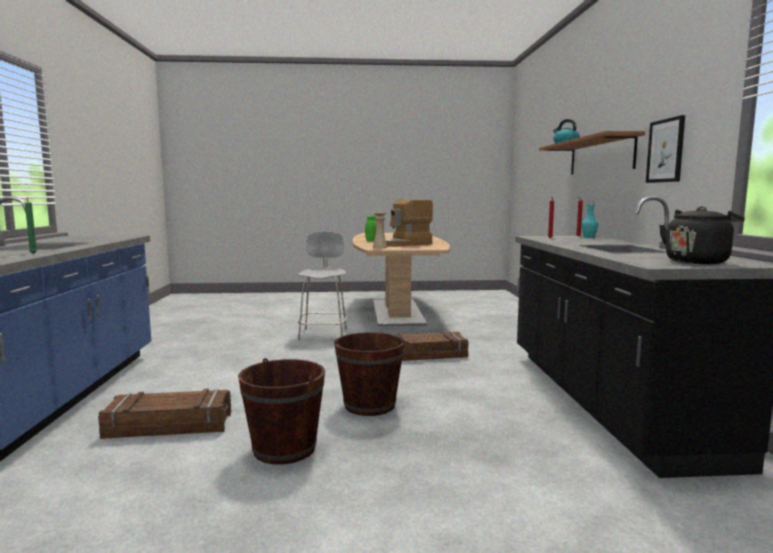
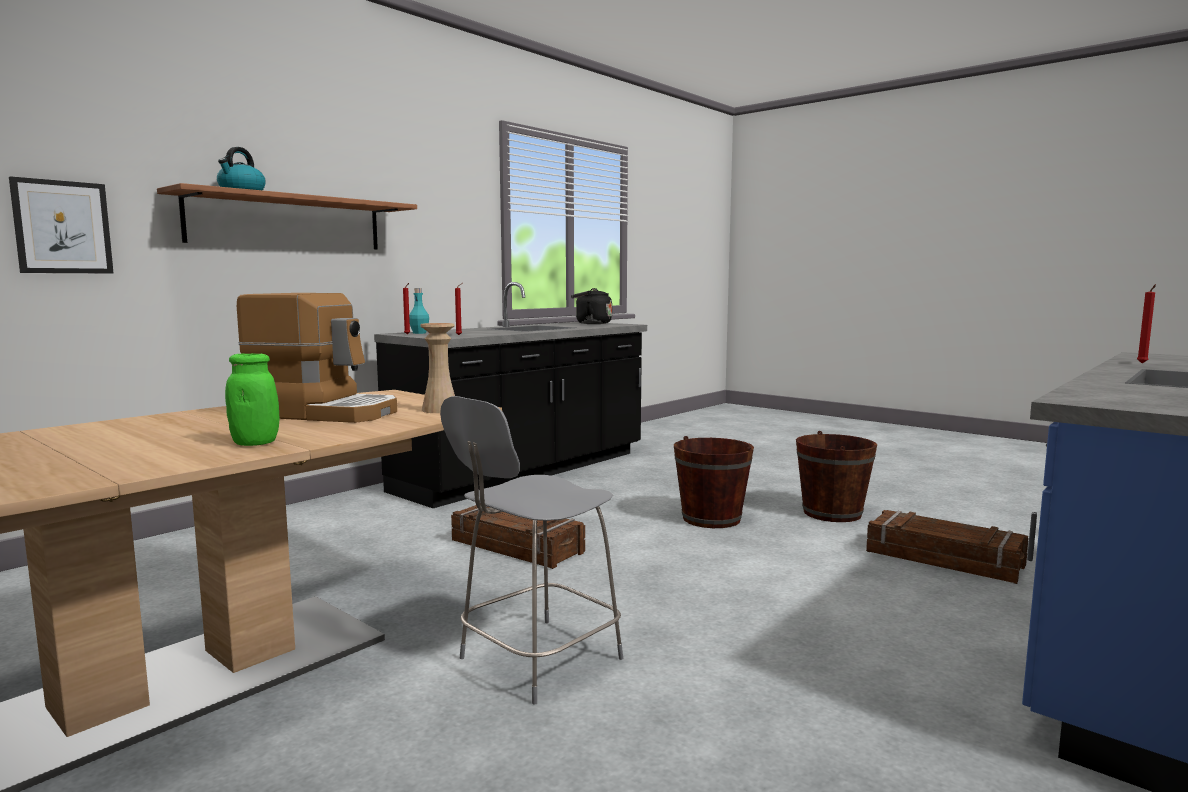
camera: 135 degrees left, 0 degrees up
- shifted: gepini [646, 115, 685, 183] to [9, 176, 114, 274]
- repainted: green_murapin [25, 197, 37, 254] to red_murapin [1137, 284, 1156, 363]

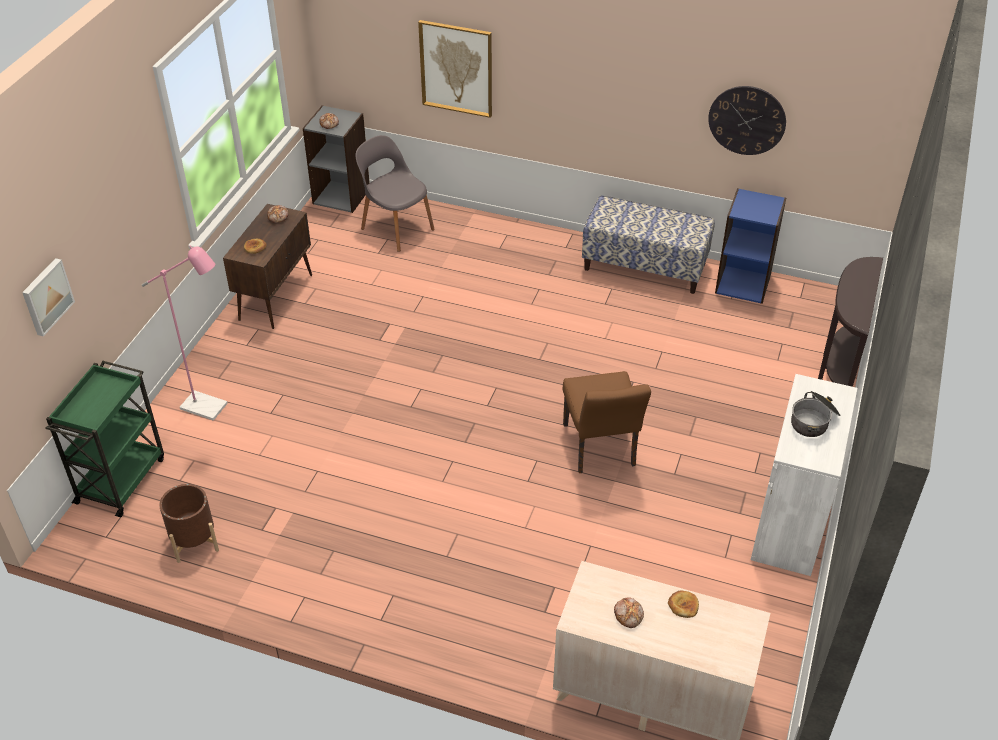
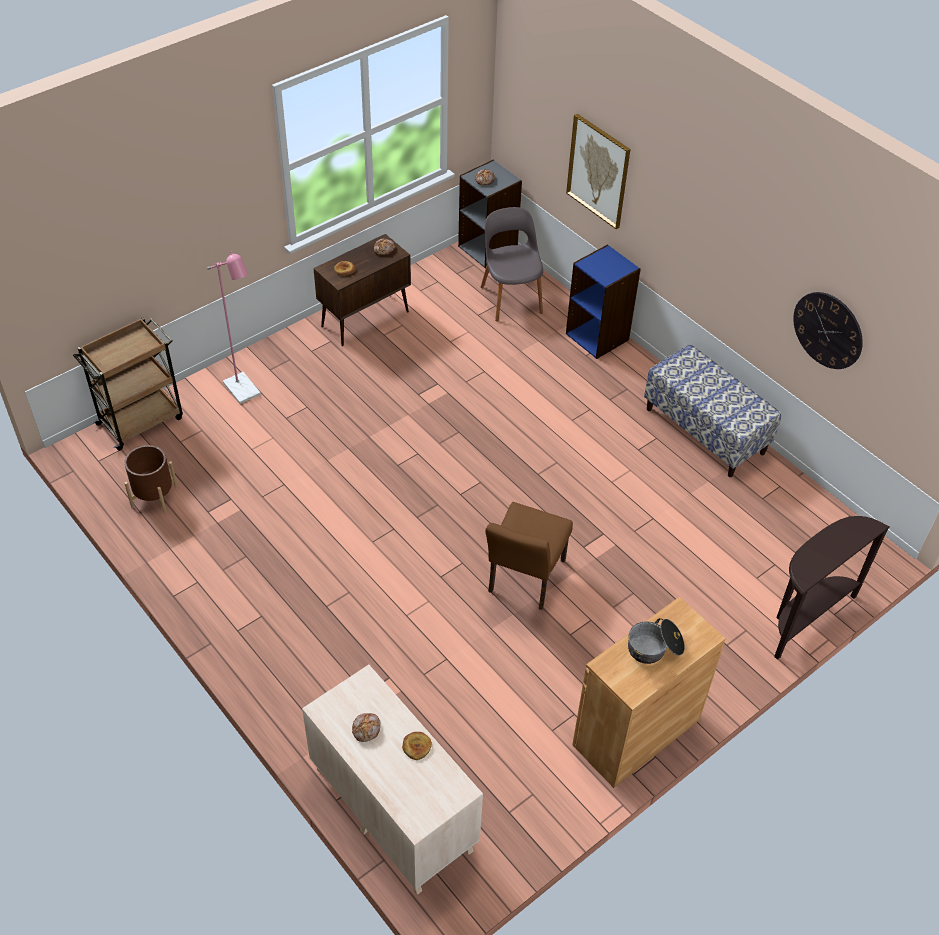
camera: 30 degrees right, 5 degrees up
- gone: gepini [22, 258, 75, 336]
- shifted: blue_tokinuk [715, 188, 786, 304] to [566, 244, 641, 359]
- repainted: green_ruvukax [46, 360, 164, 517] to brown_ruvukax [73, 317, 183, 451]
- repainted: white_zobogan [751, 374, 857, 576] to brown_zobogan [572, 597, 726, 788]

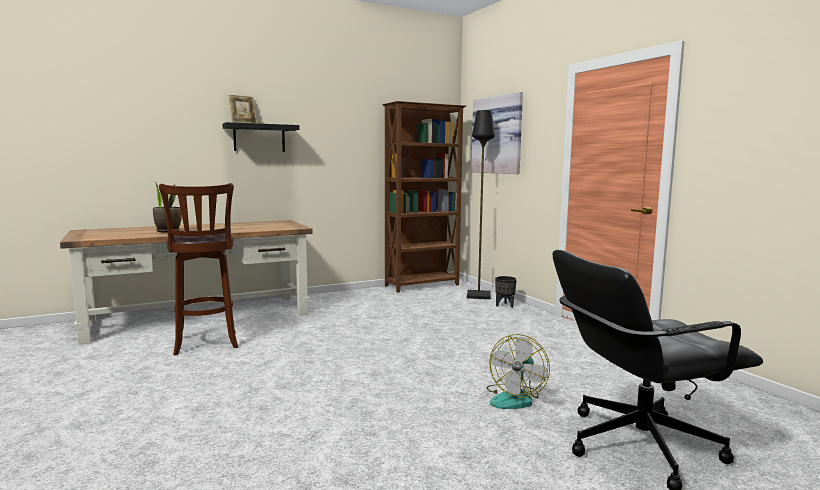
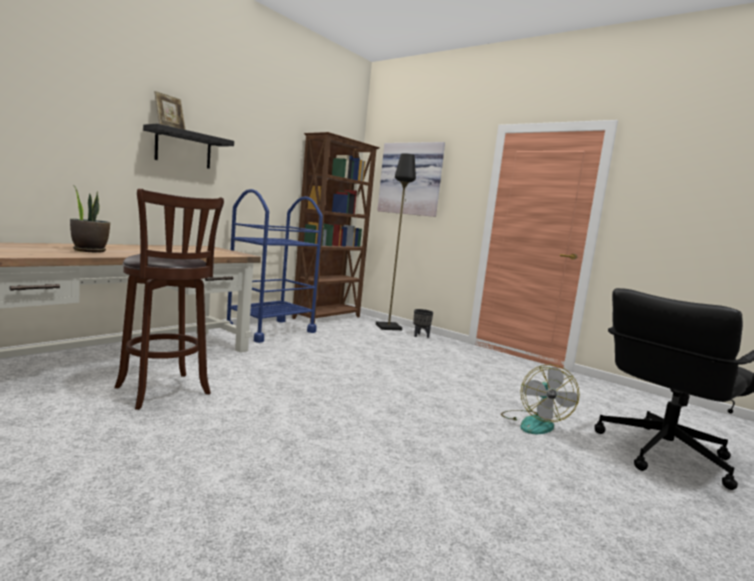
camera: 25 degrees left, 0 degrees up
- new: blue_ruvukax [227, 189, 323, 343]

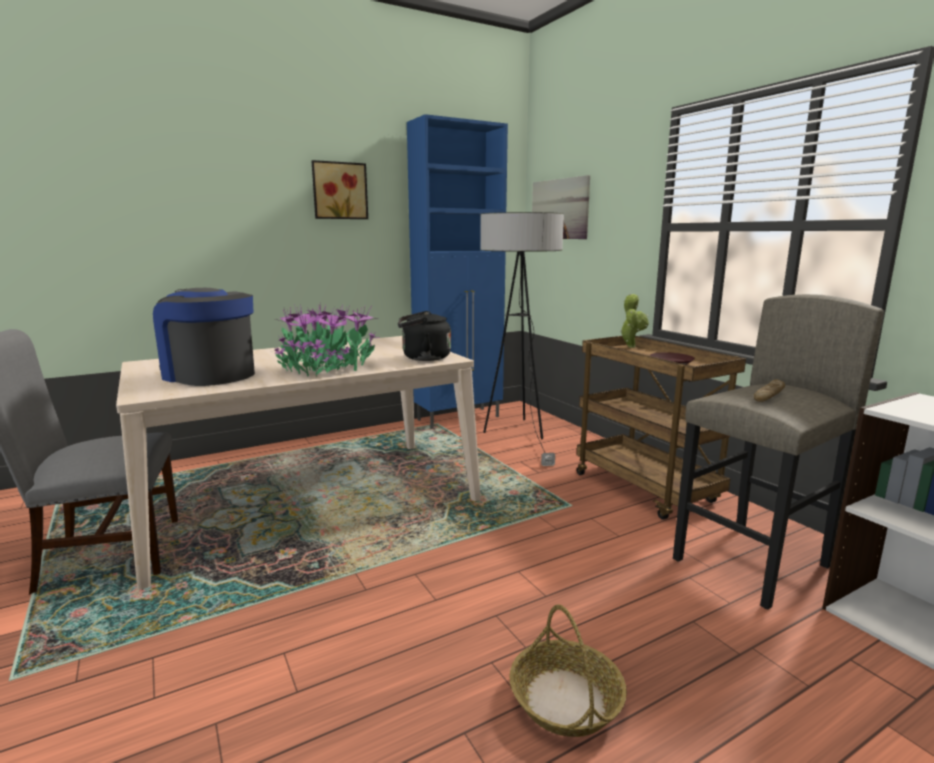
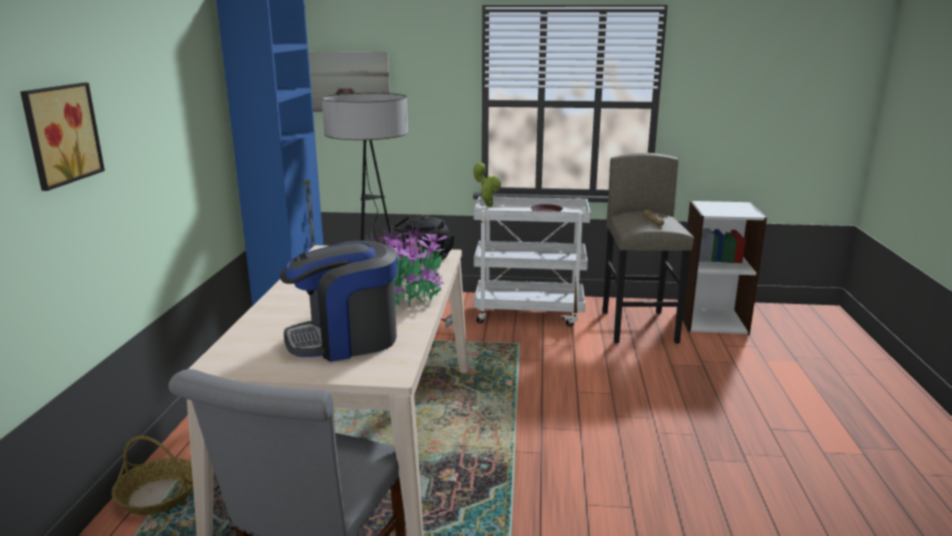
camera: 55 degrees left, 5 degrees up
- shifted: gepini [312, 160, 368, 219] to [20, 83, 105, 191]
- shifted: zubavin [509, 604, 627, 737] to [112, 436, 193, 515]
- repainted: brown_ruvukax [576, 336, 746, 520] to white_ruvukax [474, 196, 591, 327]

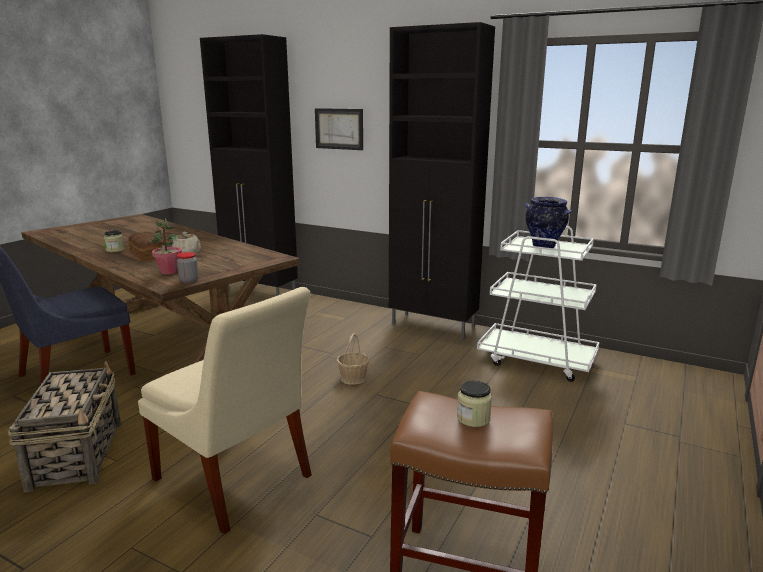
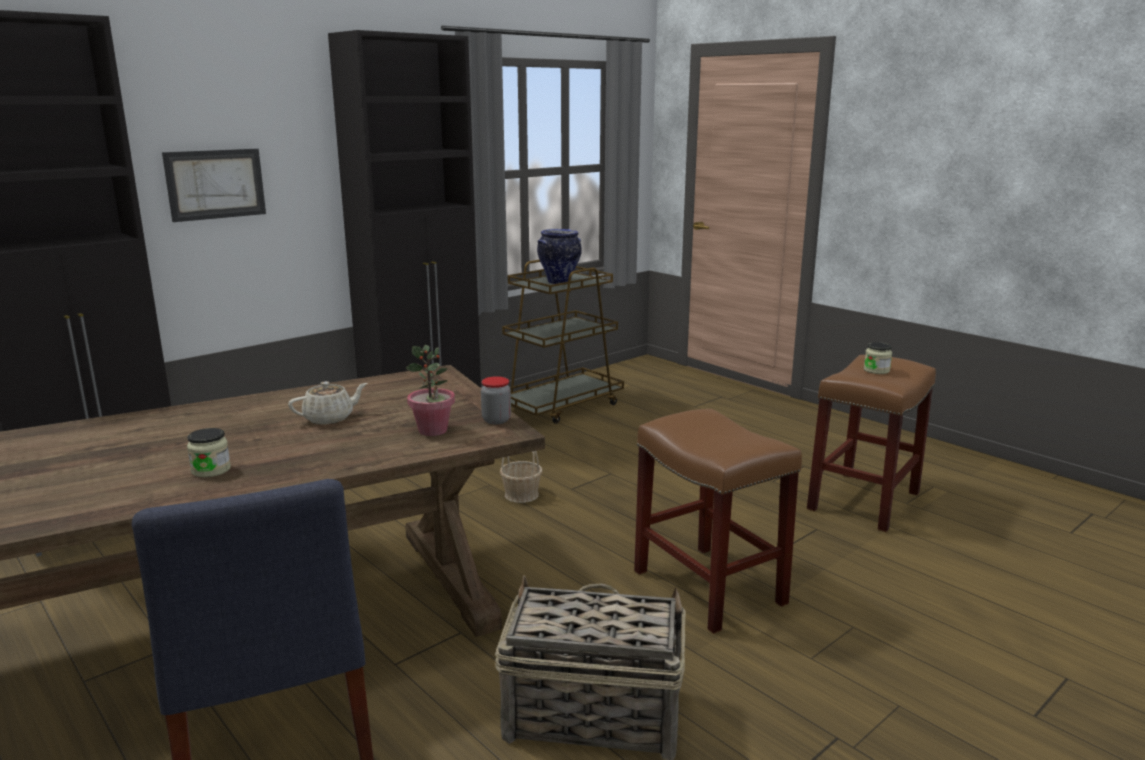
camera: 70 degrees left, 0 degrees up
- gone: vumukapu [128, 232, 165, 261]
- swapped: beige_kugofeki [138, 287, 312, 534] to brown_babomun [634, 409, 802, 634]
- repainted: white_ruvukax [477, 226, 599, 382] to brown_ruvukax [502, 260, 624, 424]

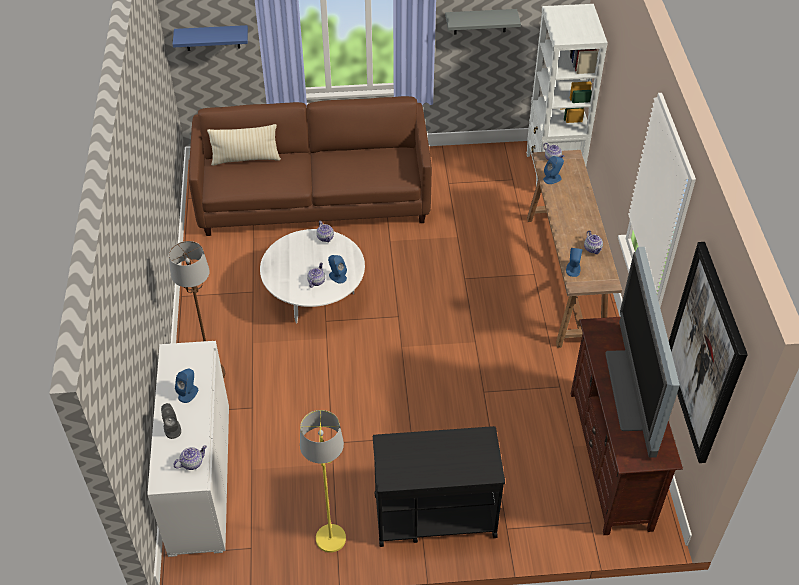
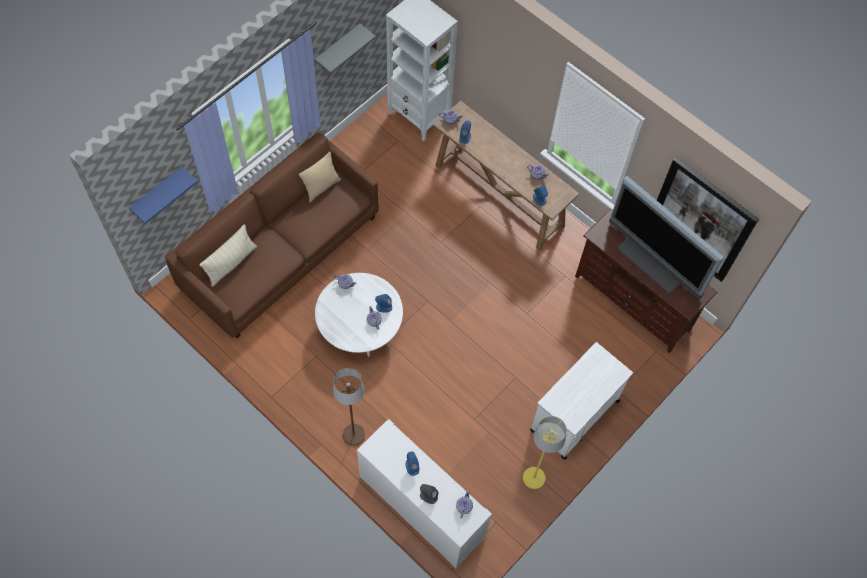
camera: 45 degrees left, 15 degrees up
- new: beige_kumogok [299, 152, 341, 202]
- repainted: black_ruvukax [373, 426, 505, 547] to white_ruvukax [530, 342, 633, 460]

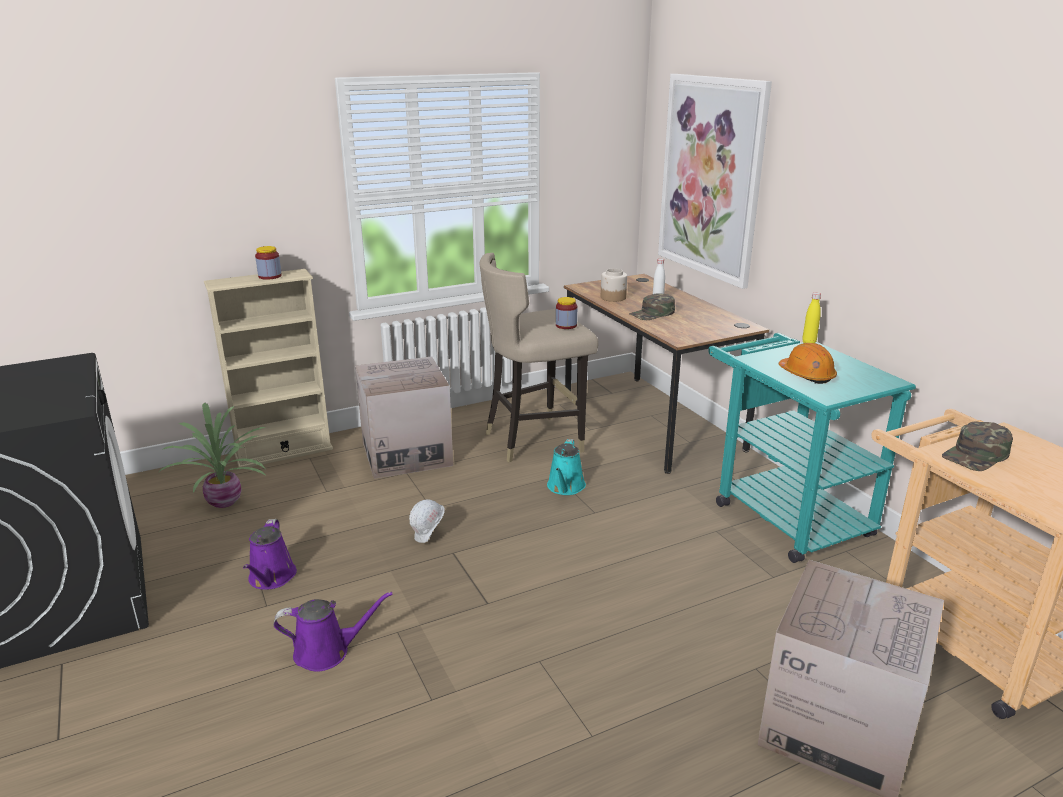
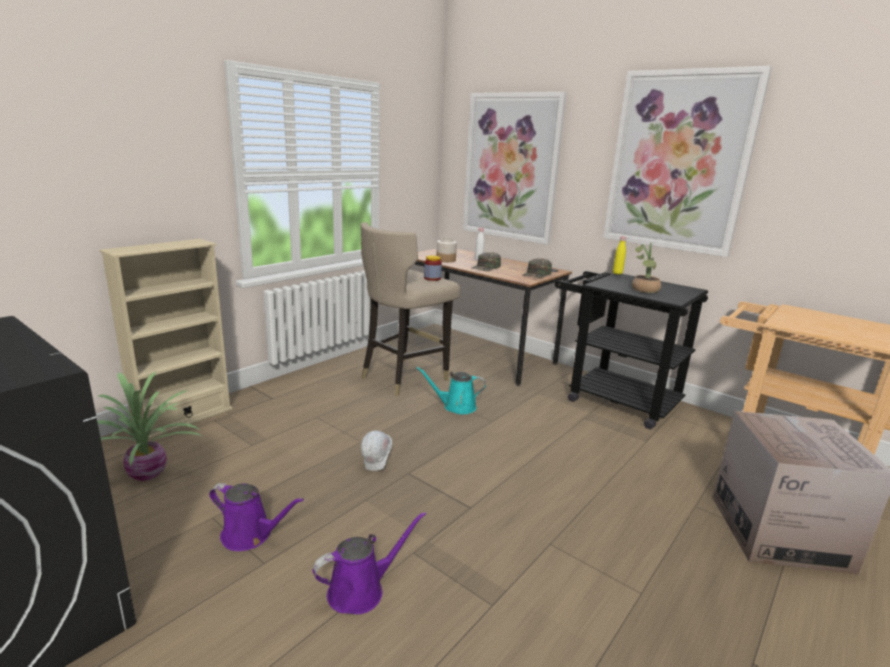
camera: 25 degrees left, 5 degrees down
- gone: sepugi [255, 246, 282, 280]
- gone: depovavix [355, 356, 453, 479]
- new: gepini [603, 66, 772, 257]
- shifted: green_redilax [942, 422, 1013, 471] to [523, 259, 552, 279]
- swapped: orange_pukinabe [779, 343, 837, 384] to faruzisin [632, 243, 661, 293]
- repainted: turquoise_ruvukax [708, 333, 916, 563] to black_ruvukax [555, 271, 708, 429]
- rotated: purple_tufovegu [243, 519, 297, 590] = [209, 483, 304, 551] 45 degrees counterclockwise
- rotated: turquoise_tufovegu [547, 439, 586, 495] = [416, 367, 486, 414] 105 degrees clockwise

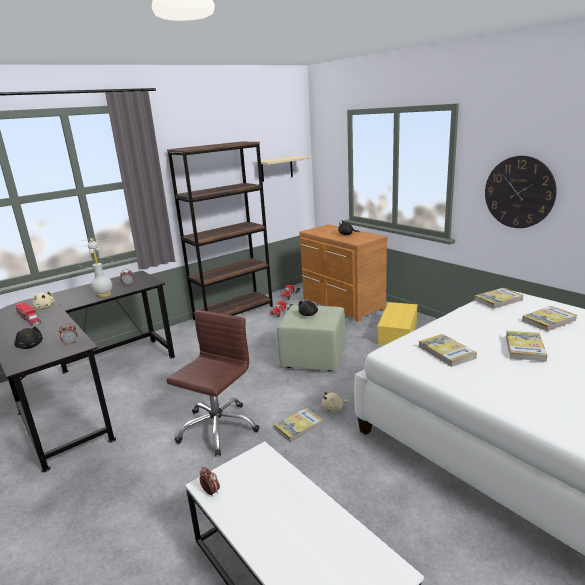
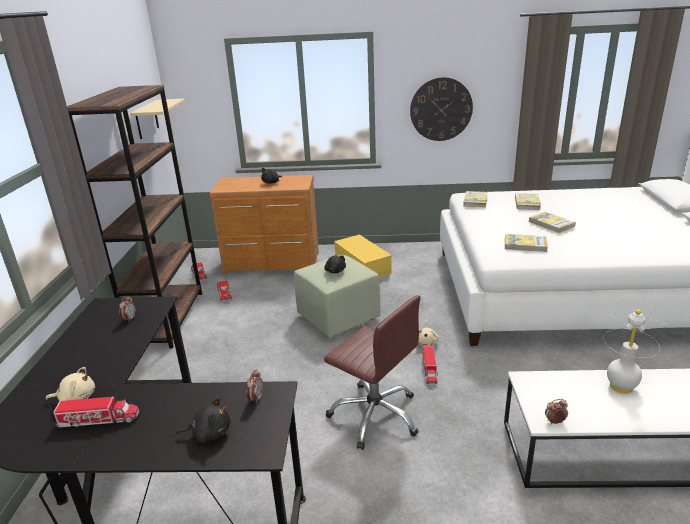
camera: 50 degrees left, 5 degrees up
- shifted: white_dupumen [74, 238, 113, 297] to [603, 301, 668, 394]
- swapped: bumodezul [274, 408, 323, 442] to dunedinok [422, 346, 438, 385]
- rotated: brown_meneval [166, 310, 260, 456] = [324, 295, 421, 450] 150 degrees clockwise

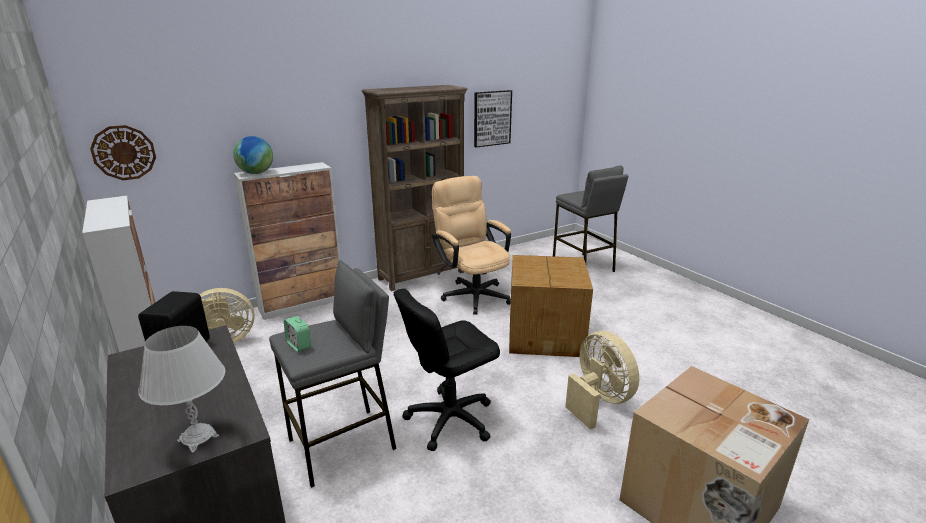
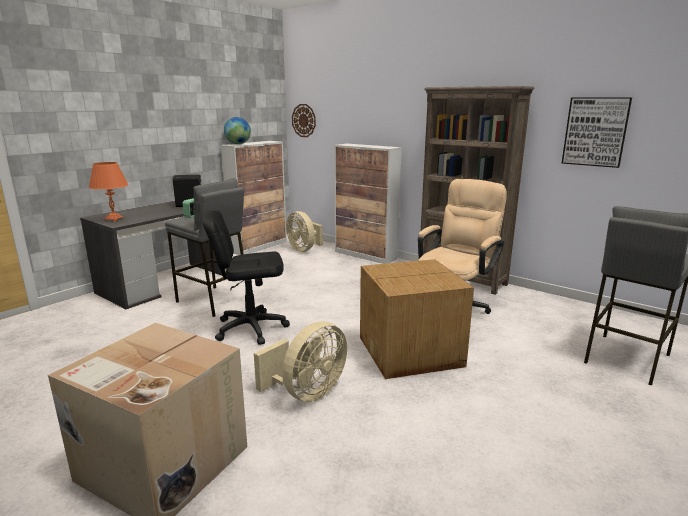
camera: 70 degrees right, 5 degrees down
- shifted: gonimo [233, 136, 273, 174] to [224, 117, 251, 144]
- repainted: white_dupumen [138, 326, 226, 453] to orange_dupumen [89, 162, 128, 222]
- rotated: black_meneval [394, 288, 500, 451] = [202, 210, 290, 345] 45 degrees counterclockwise

